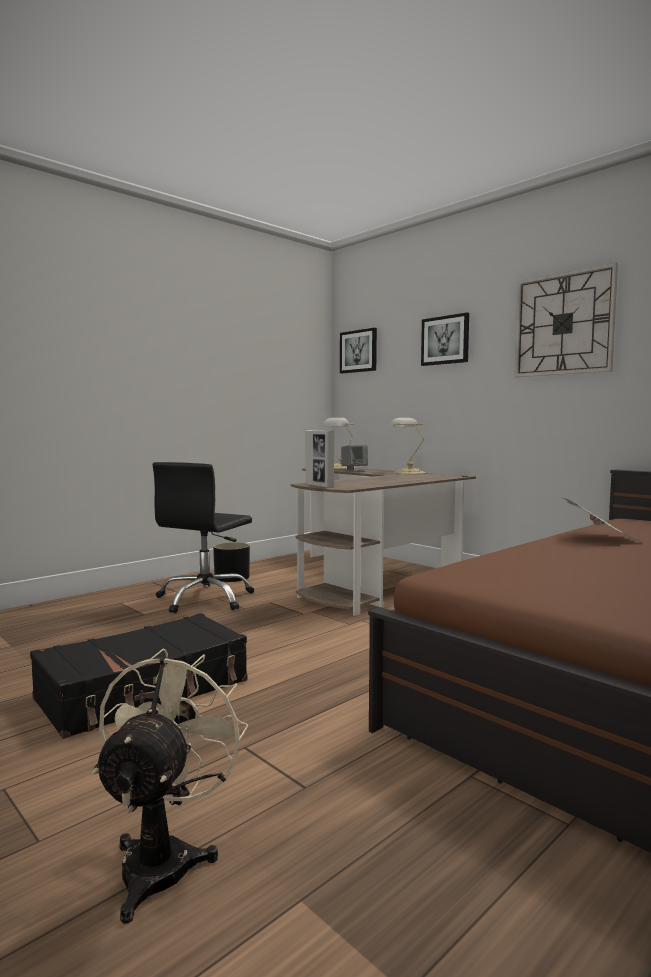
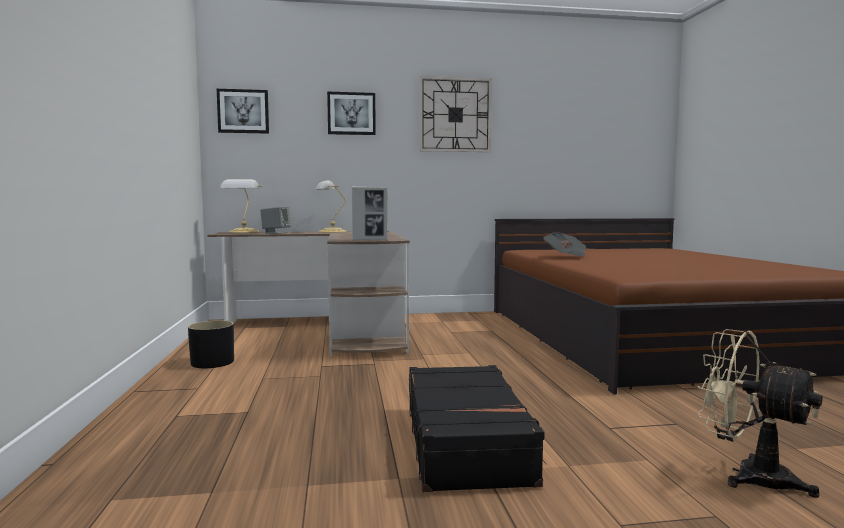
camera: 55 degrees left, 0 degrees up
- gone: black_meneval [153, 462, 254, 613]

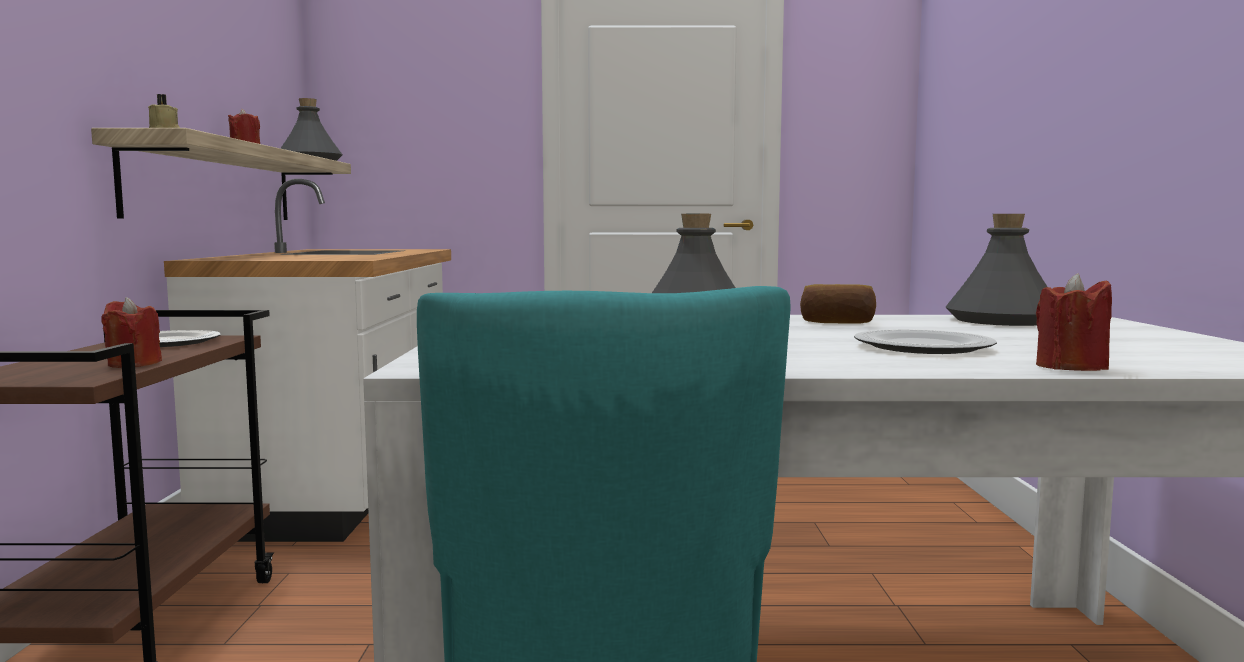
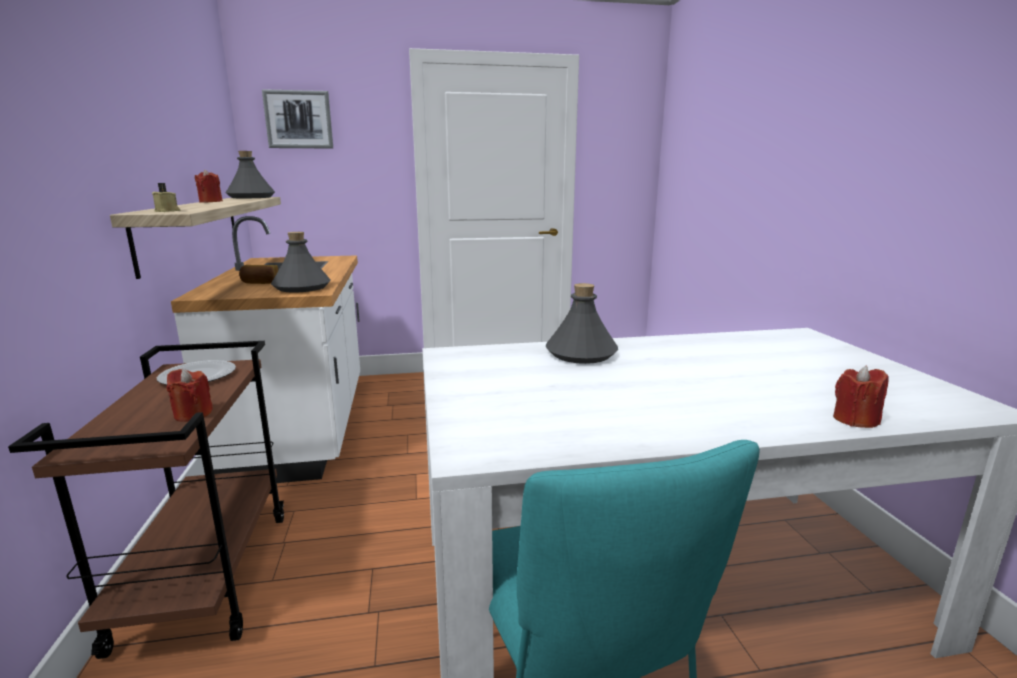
camera: 10 degrees left, 10 degrees up
- gone: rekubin [854, 329, 997, 354]
- new: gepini [262, 89, 333, 148]
- shifted: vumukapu [800, 284, 876, 324] to [239, 265, 278, 284]
- shifted: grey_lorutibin [946, 214, 1047, 326] to [271, 232, 331, 293]

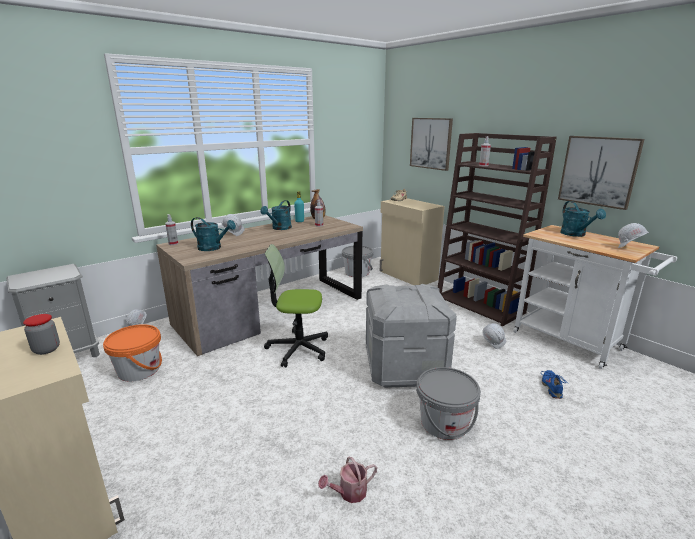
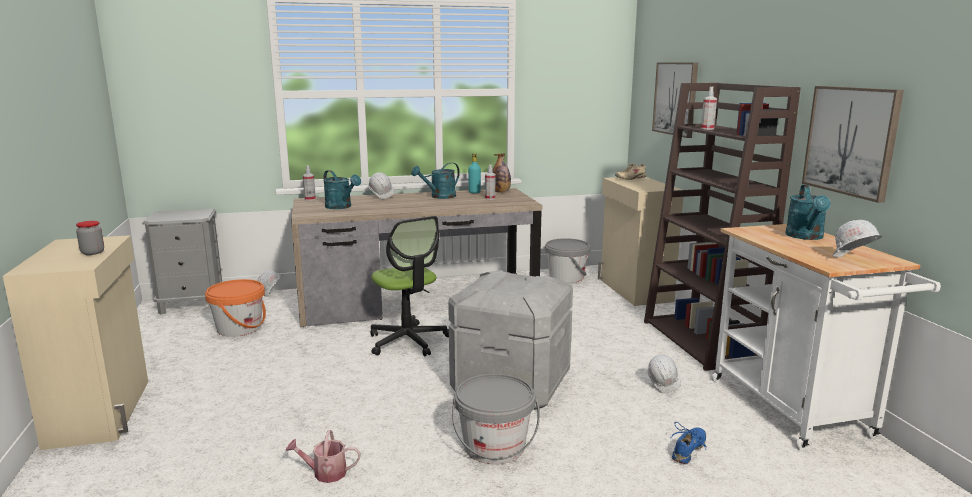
camera: 25 degrees right, 5 degrees down
- rotated: meneval [264, 244, 328, 367] = [370, 216, 449, 356] 150 degrees counterclockwise

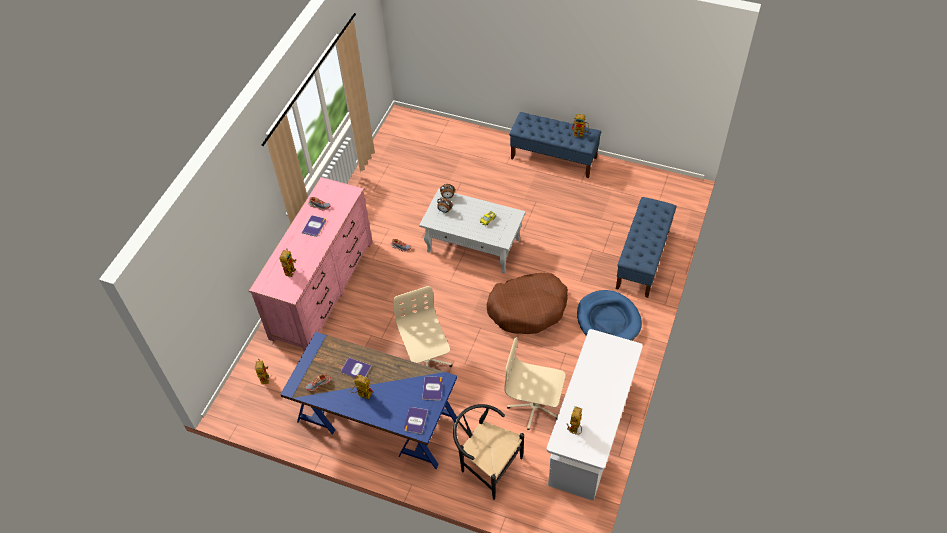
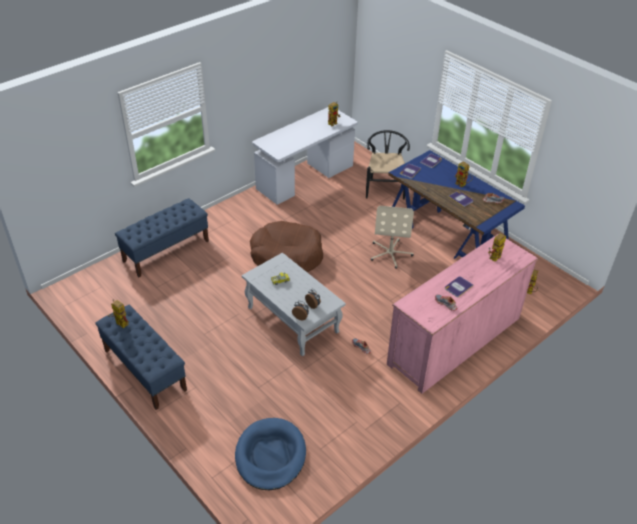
camera: 155 degrees left, 10 degrees down
- gone: beige_meneval [504, 337, 566, 430]
- shifted: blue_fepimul [577, 290, 642, 341] to [235, 418, 306, 490]
- rotated: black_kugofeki [453, 404, 524, 500] = [366, 130, 410, 200] 150 degrees counterclockwise

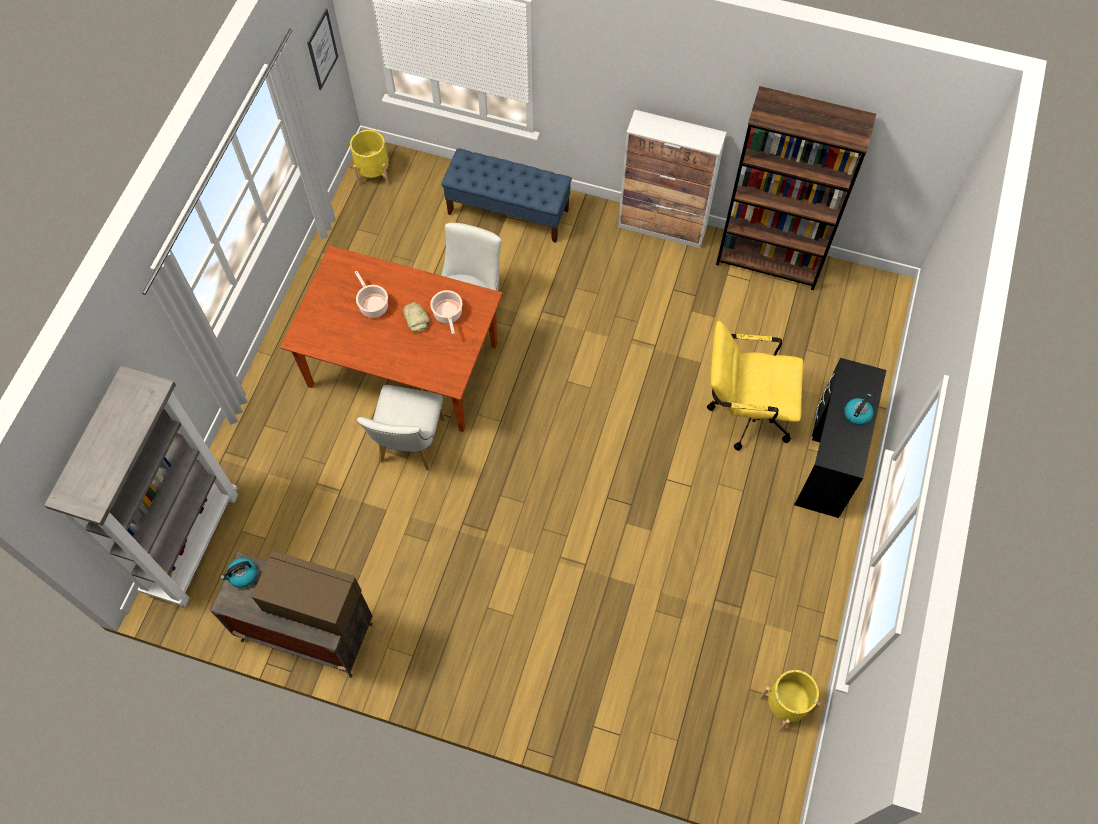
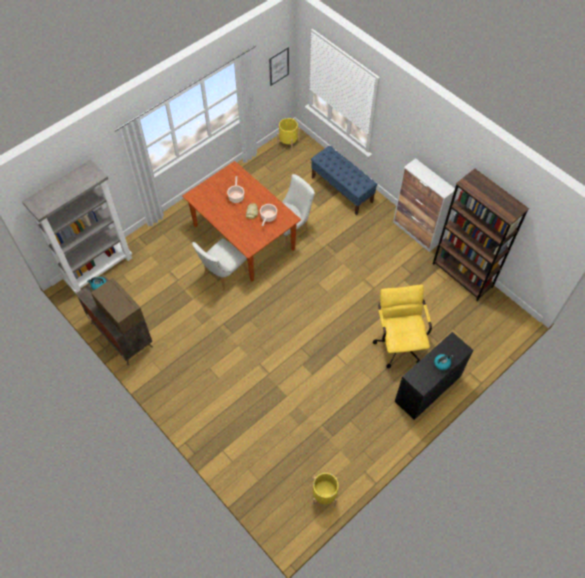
camera: 30 degrees right, 5 degrees down
- rotated: yellow_meneval [707, 321, 803, 451] = [373, 285, 432, 368] 45 degrees clockwise

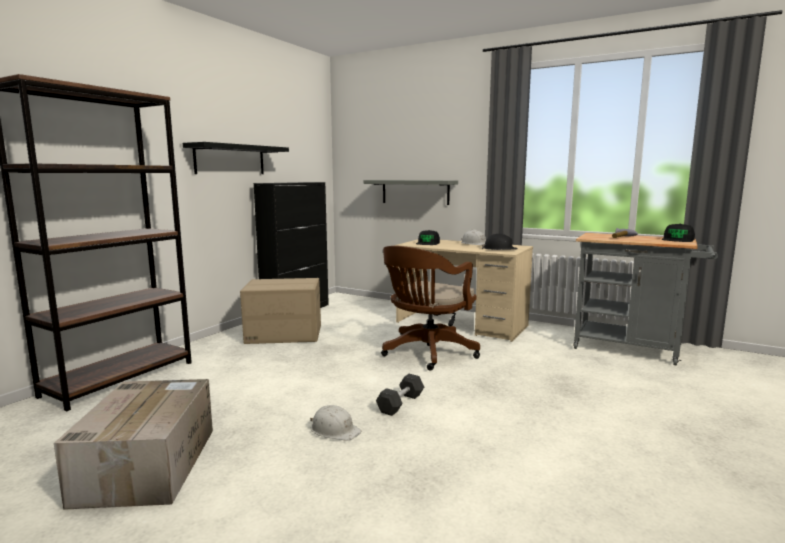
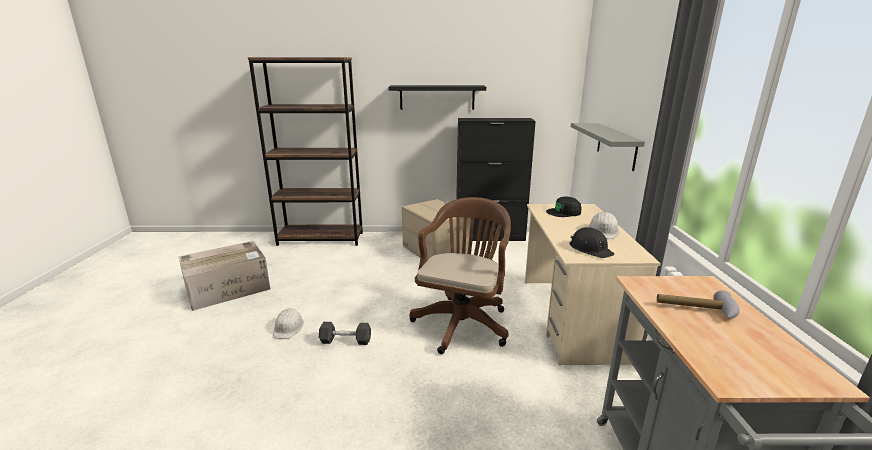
camera: 60 degrees right, 10 degrees up
- gone: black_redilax [662, 224, 695, 242]
- rotated: brown_meneval [381, 246, 480, 371] = [409, 197, 511, 354] 105 degrees clockwise

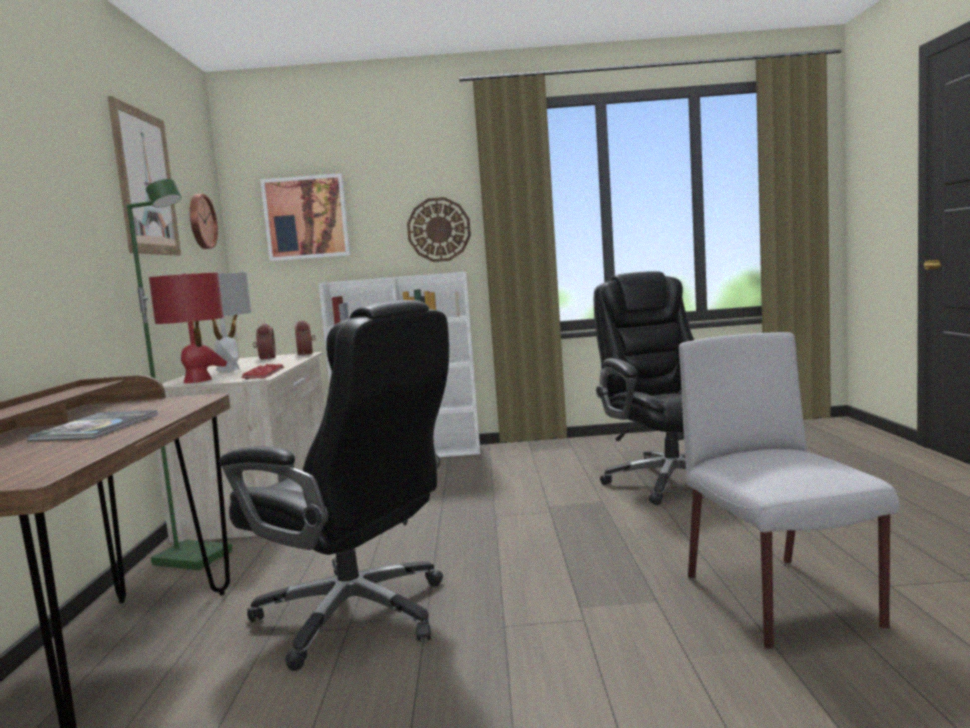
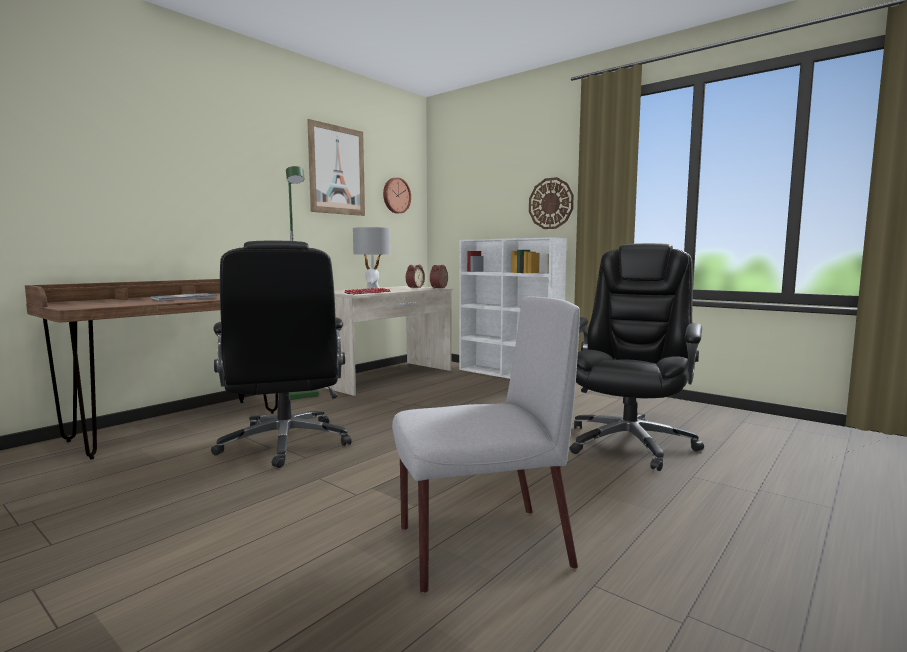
camera: 40 degrees right, 0 degrees up
- gone: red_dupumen [149, 273, 227, 383]
- gone: gepini [260, 173, 350, 261]
- rotated: grey_kugofeki [679, 332, 900, 650] = [392, 296, 580, 593] 45 degrees clockwise

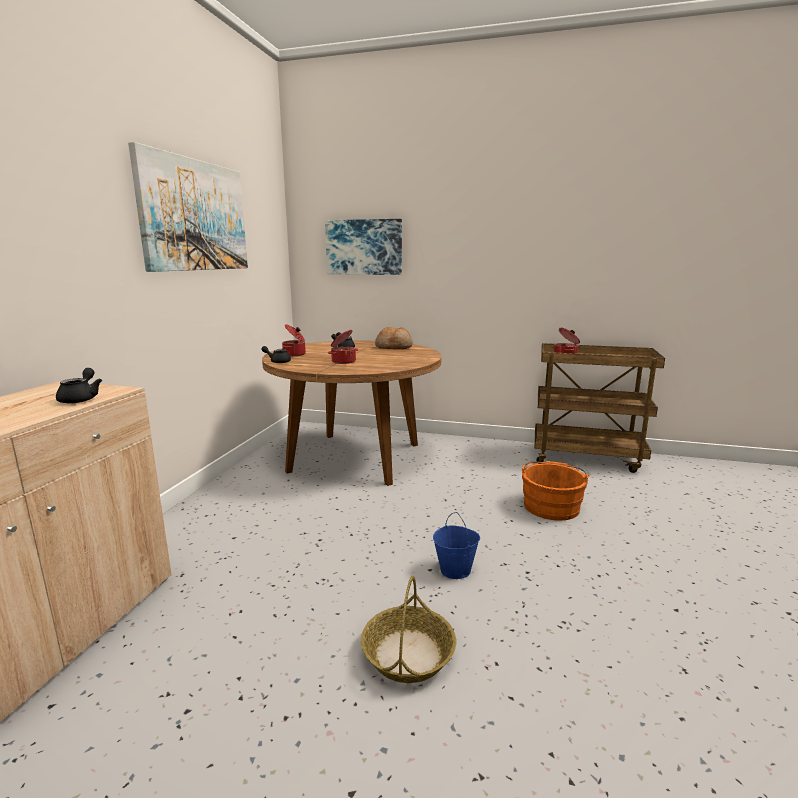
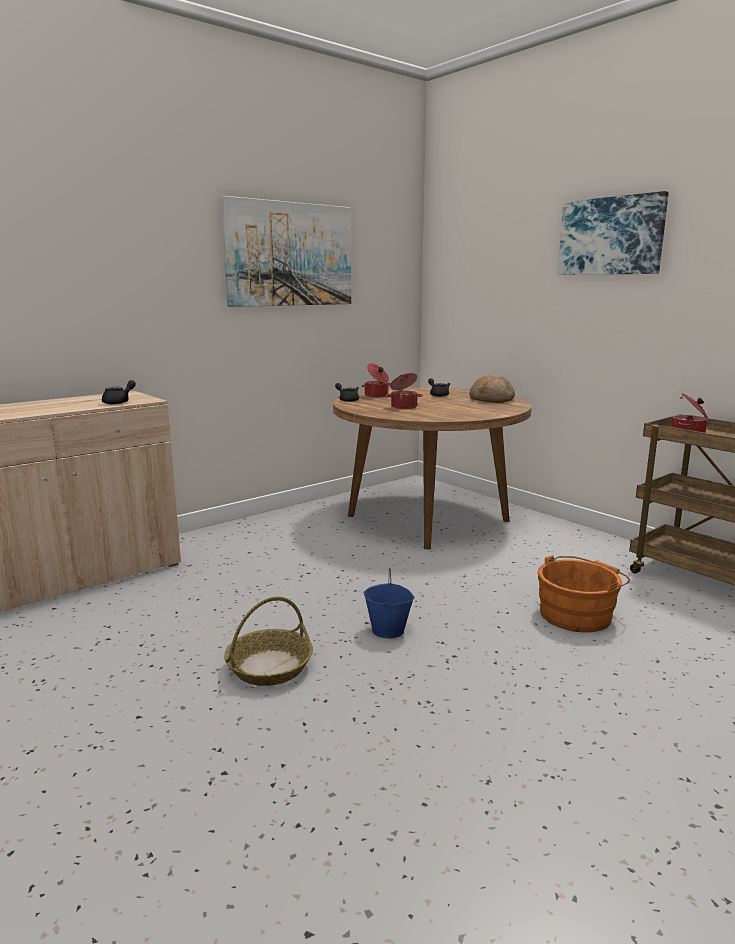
camera: 35 degrees right, 0 degrees up
- shifted: gepini [325, 219, 402, 275] to [558, 191, 669, 275]

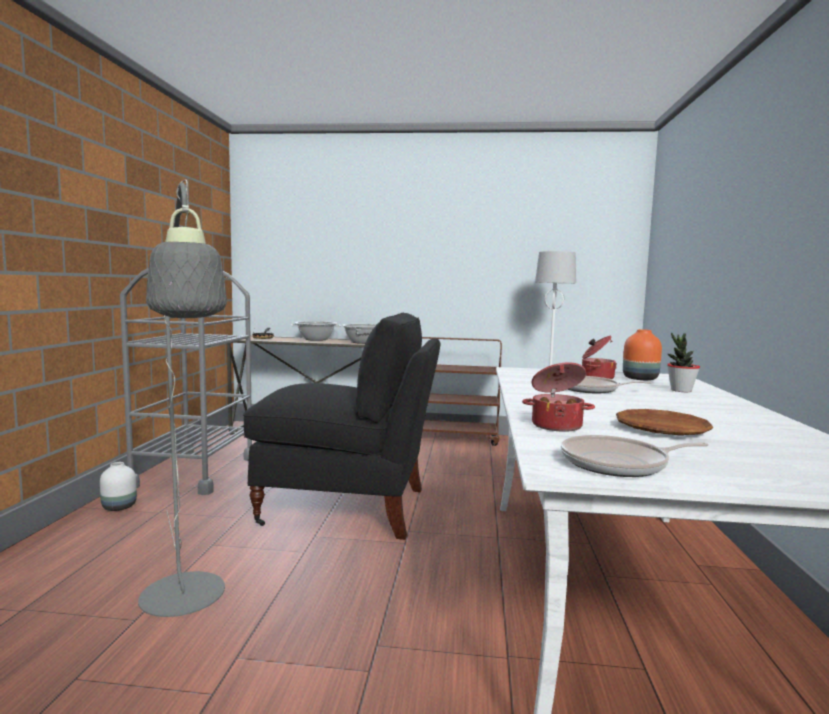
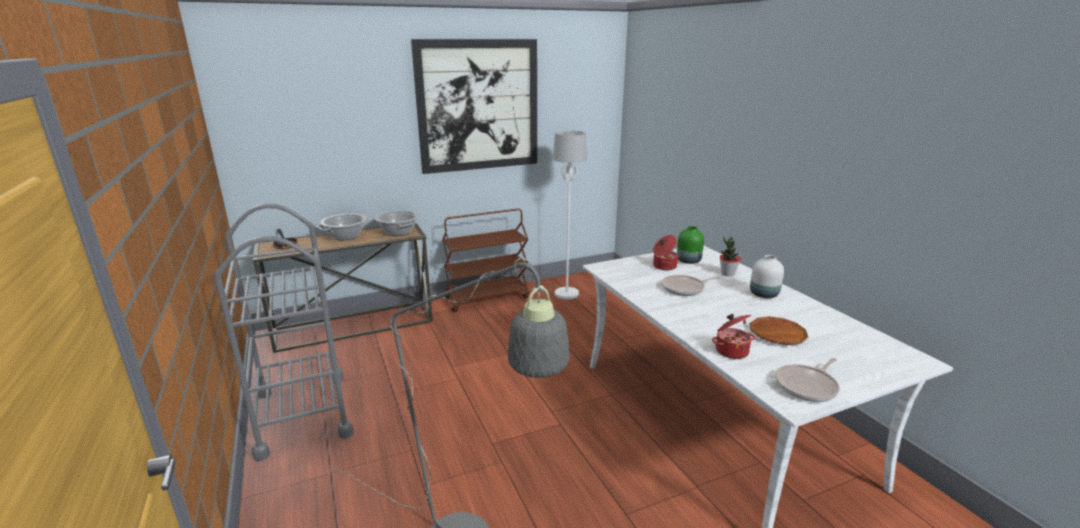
camera: 30 degrees left, 15 degrees up
- gone: black_kugofeki [243, 313, 440, 540]
- new: gepini [411, 39, 537, 174]
- shifted: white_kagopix [100, 462, 137, 511] to [750, 255, 784, 298]
- repainted: orange_kagopix [623, 329, 662, 380] to green_kagopix [677, 226, 704, 264]

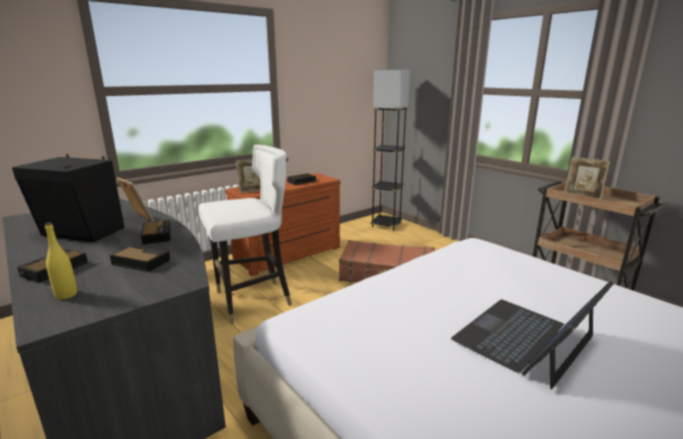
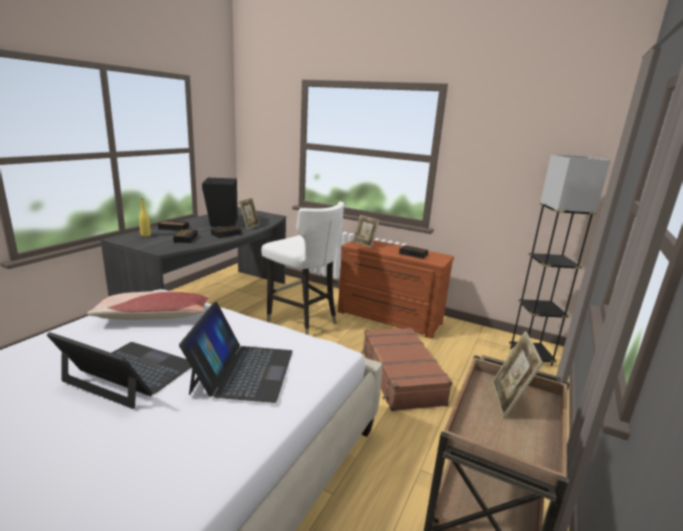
camera: 65 degrees right, 0 degrees up
- new: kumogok [87, 291, 209, 320]
- new: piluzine [179, 301, 293, 403]

